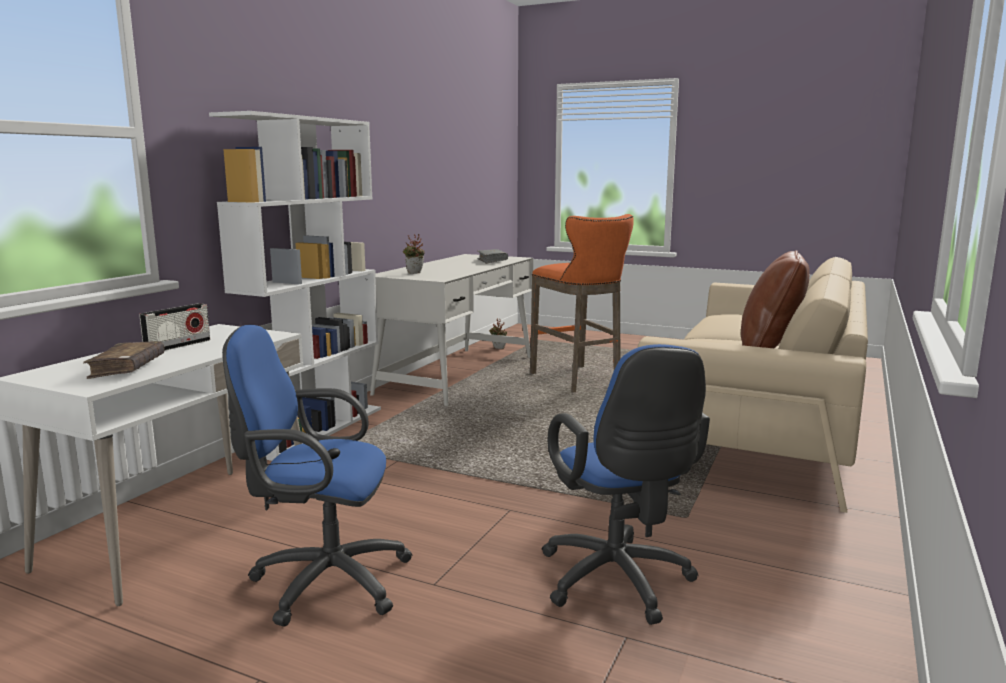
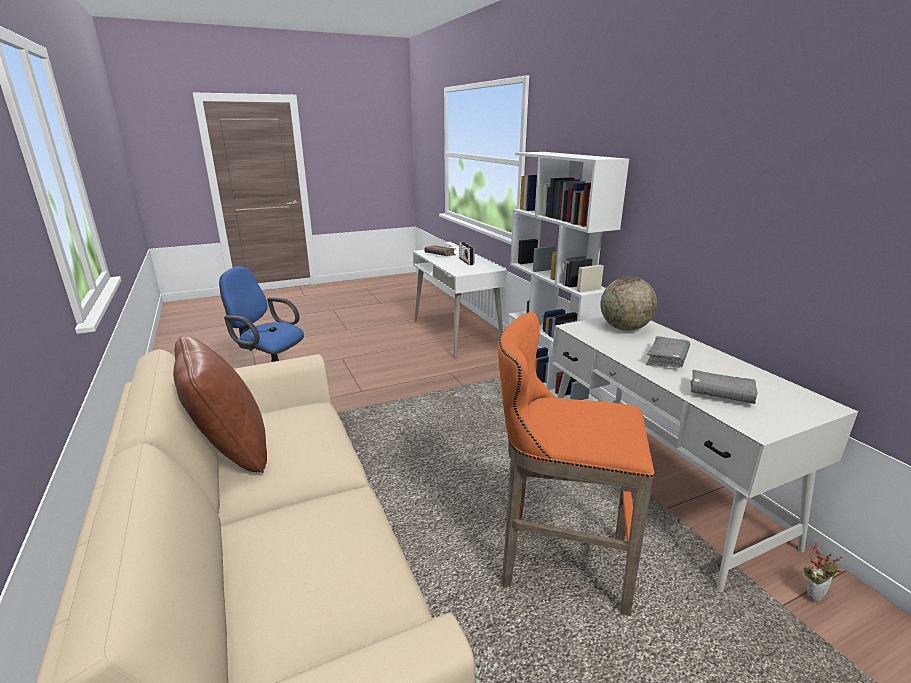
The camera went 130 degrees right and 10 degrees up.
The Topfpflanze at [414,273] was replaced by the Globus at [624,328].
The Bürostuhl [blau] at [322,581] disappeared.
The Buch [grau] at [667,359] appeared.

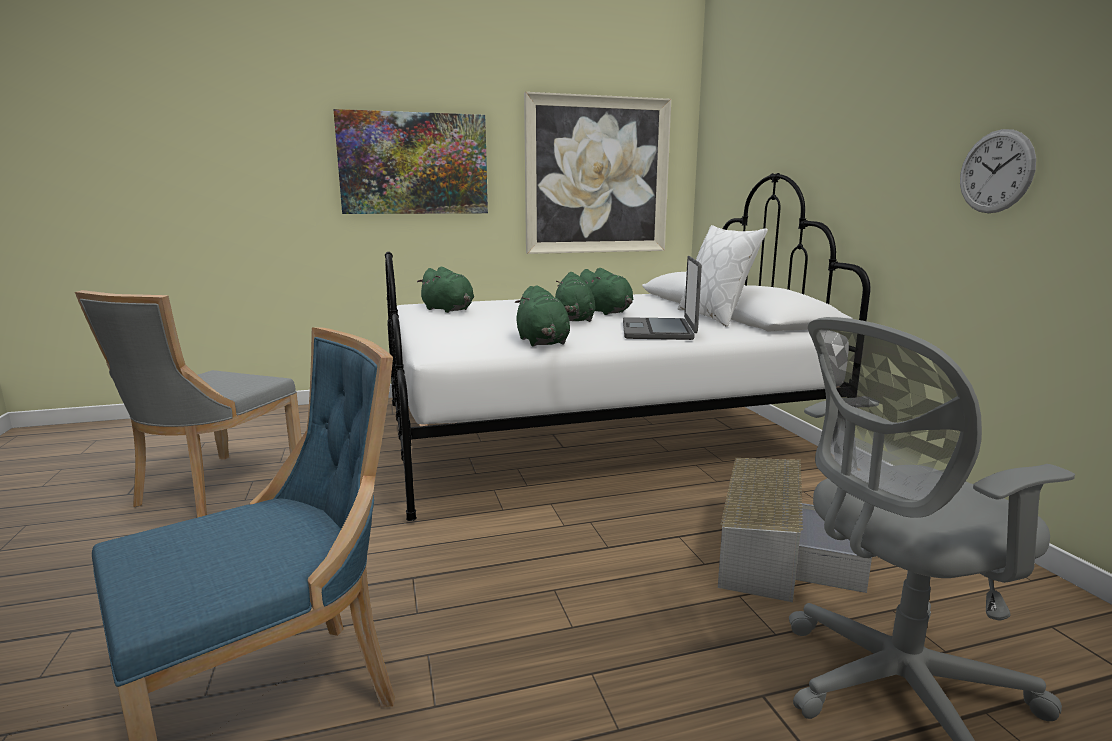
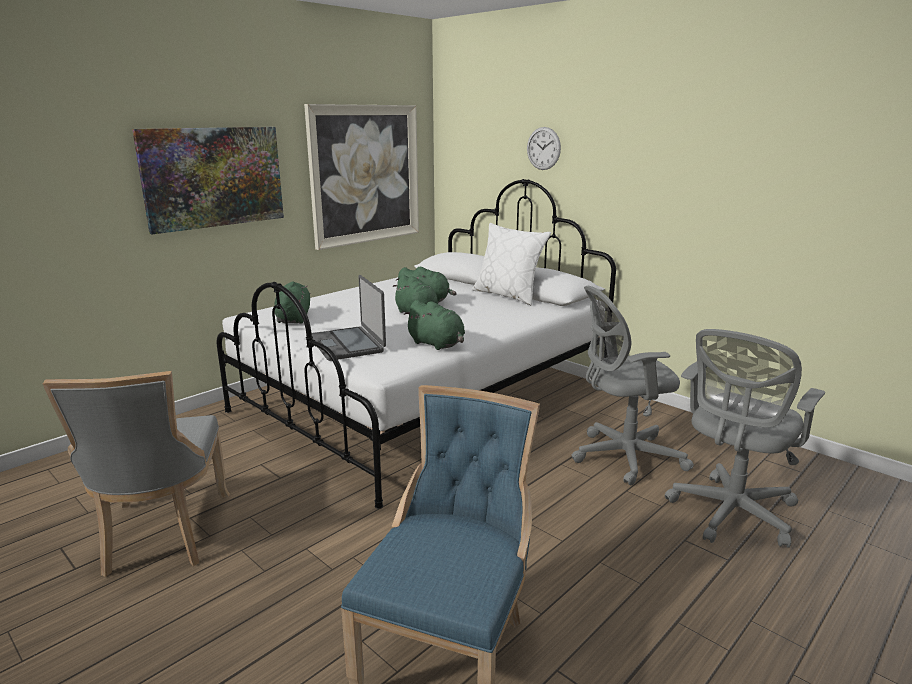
The camera went 30 degrees left and 5 degrees up.
The Wanduhr moved from [996,171] to [543,148].
The Laptop moved from [658,330] to [348,344].
The Plüschtier [grün] at [449,310] turned 105 degrees counterclockwise.
The Aufbewahrungsbox [grau] at [780,552] was replaced by the Bürostuhl [grau] at [622,457].

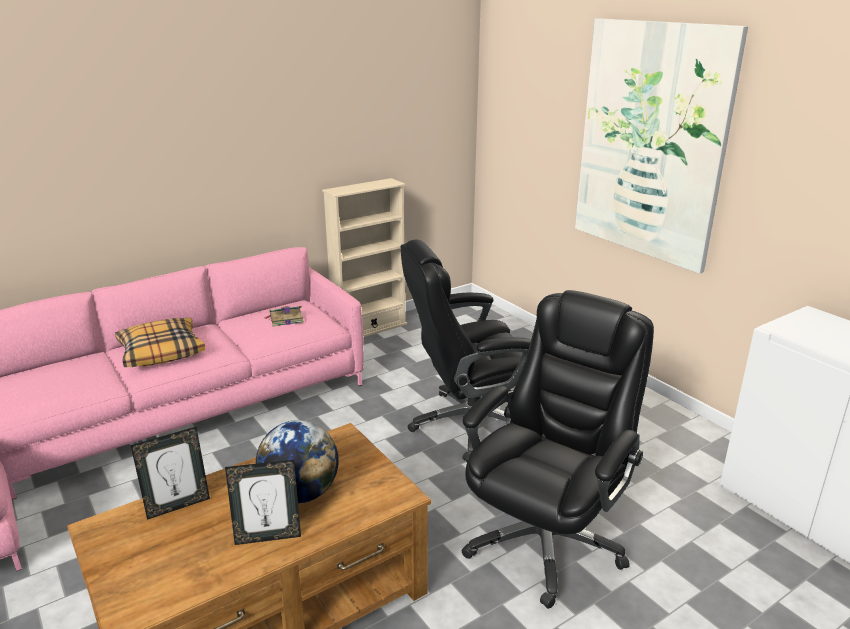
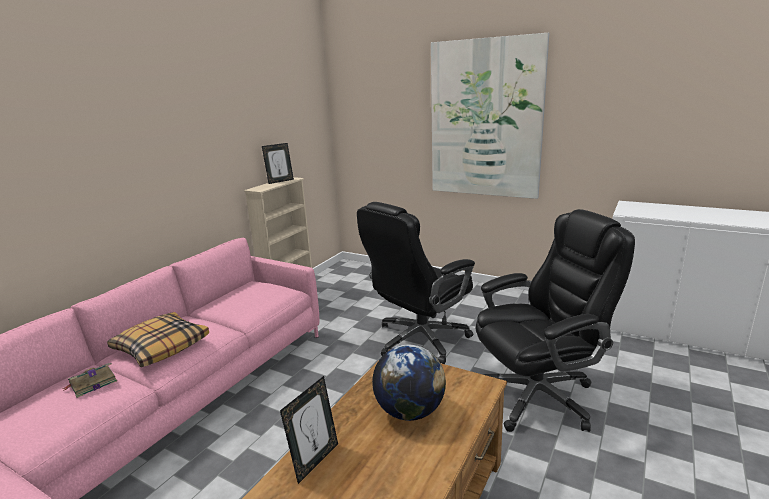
The camera went 25 degrees left and 5 degrees down.
The Bürostuhl [schwarz] at [546,540] turned 60 degrees clockwise.
The Buch moved from [285,319] to [92,383].
The Bilderrahmen moved from [268,537] to [280,181].

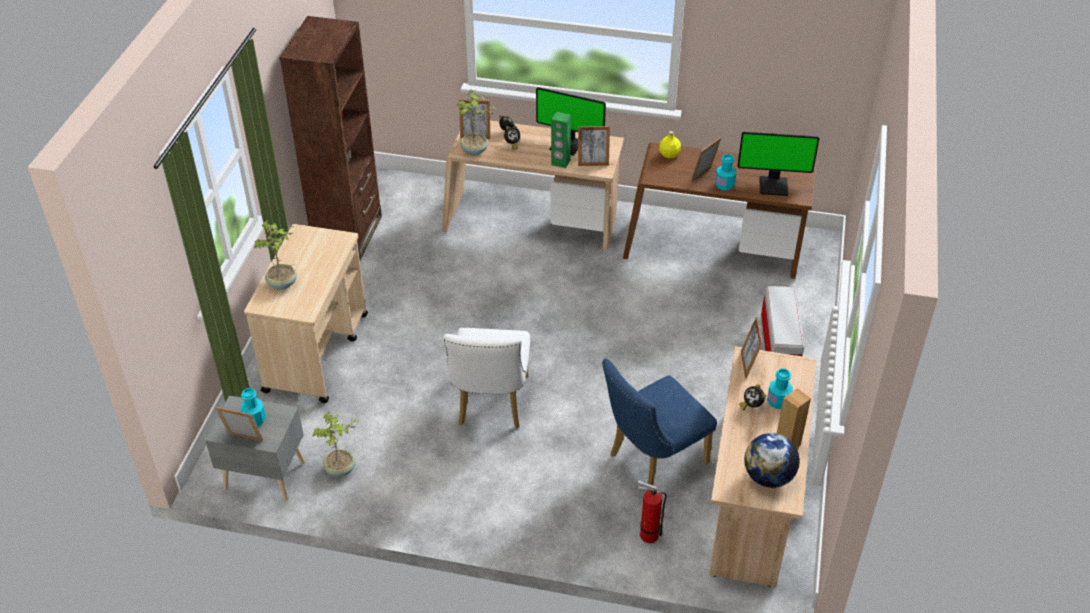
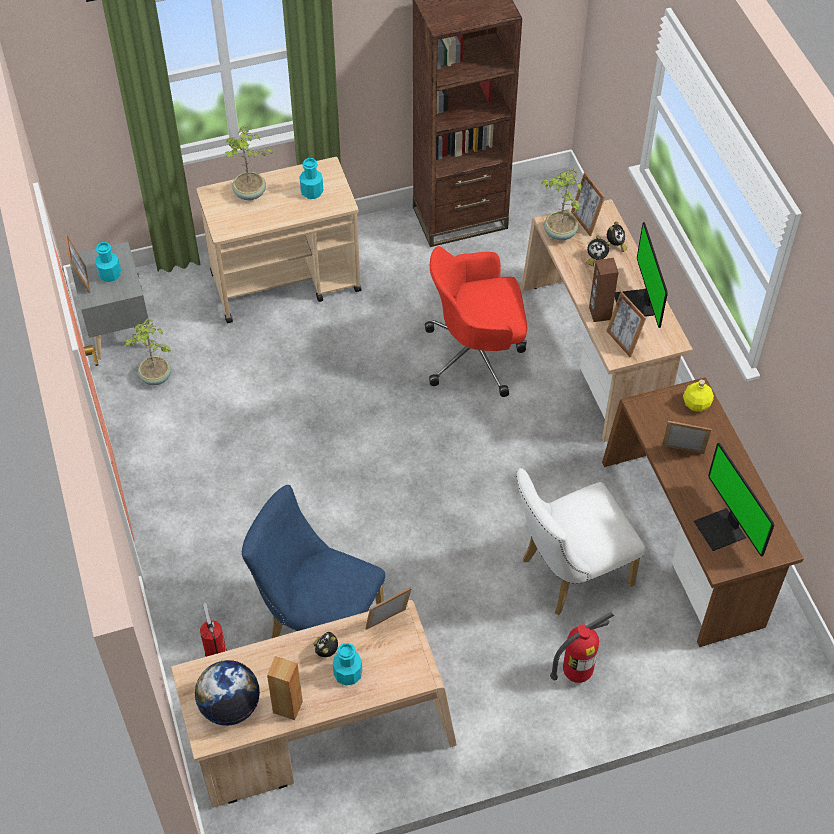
The camera went 60 degrees right and 10 degrees up.
The Lautsprecher [grün] at [560,162] became the Lautsprecher [braun] at [599,313].
The Flasche [türkis] moved from [724,185] to [312,192].
The Aufbewahrungsbox at [778,343] was replaced by the Feuerlöscher at [576,673].
The Stuhl [weiß] moved from [490,405] to [568,573].
The Bürostuhl [rot] at [476,354] appeared.

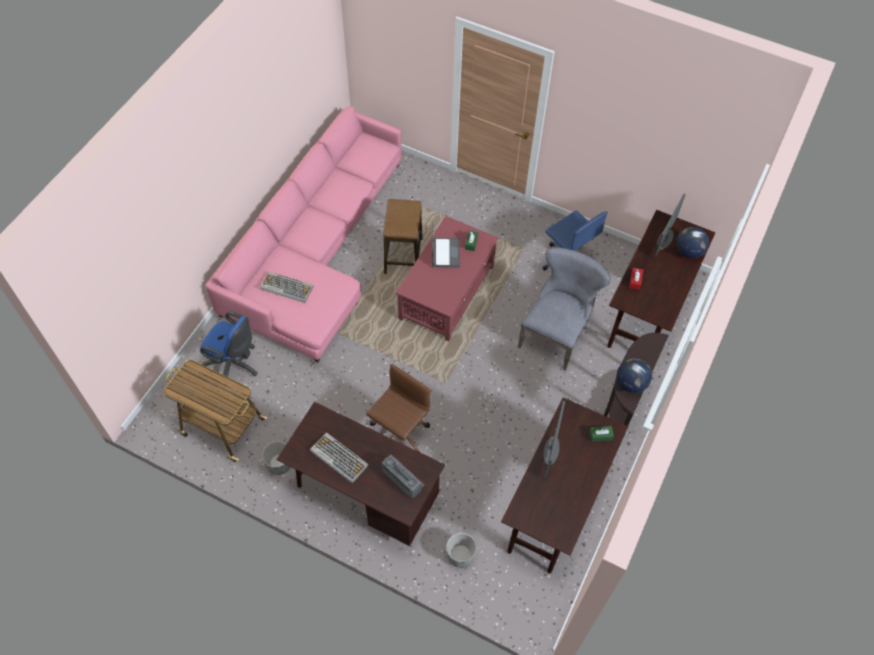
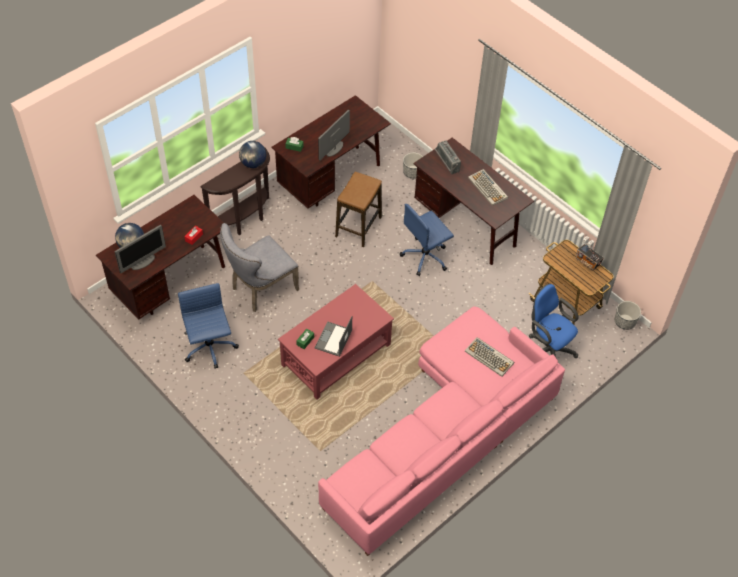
The camera went 160 degrees left and 5 degrees down.
The Hocker moved from [403,256] to [358,227].
The Bürostuhl [braun] at [399,433] became the Bürostuhl [blau] at [425,257].
The Pflanzkübel moved from [279,464] to [625,322].
The Radio at [587,262] appeared.

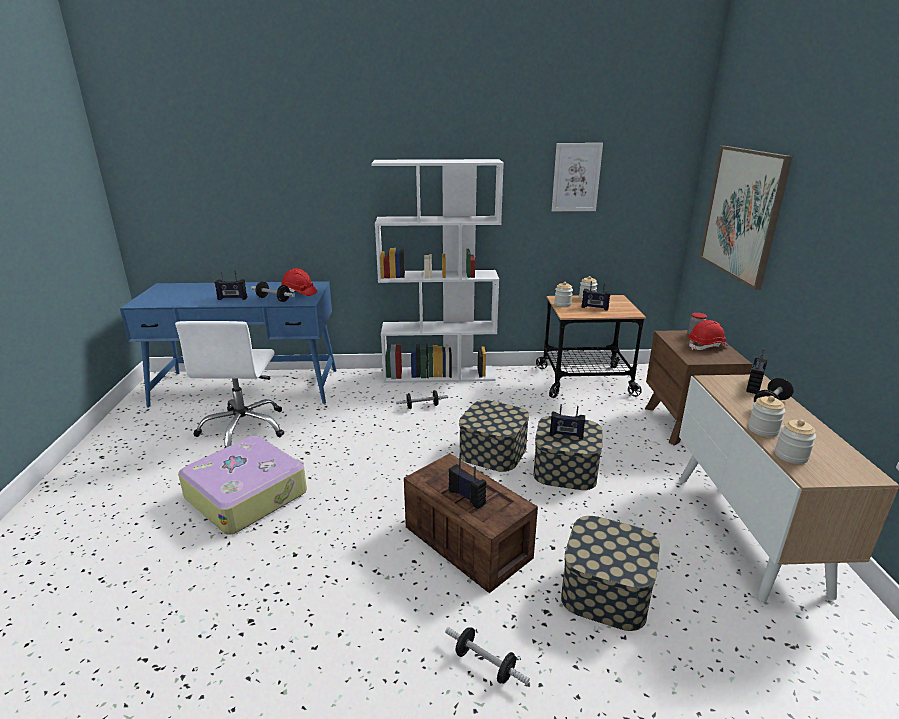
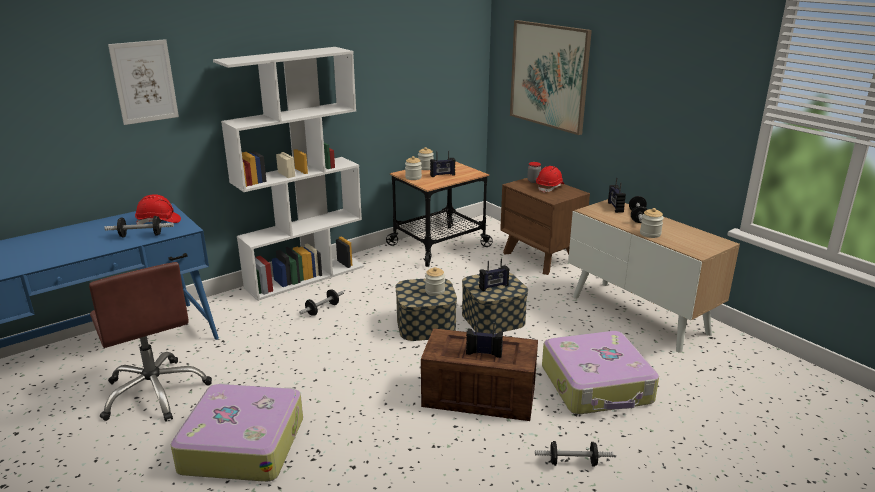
The camera went 35 degrees left and 0 degrees up.
The Bild moved from [576,177] to [144,82].
The Radio at [232,298] disappeared.
The Bürostuhl [weiß] at [244,428] became the Bürostuhl [braun] at [155,392].
The Vorratsglas moved from [791,455] to [435,291].
The Aufbewahrungsbox at [606,591] was replaced by the Koffer at [597,385].

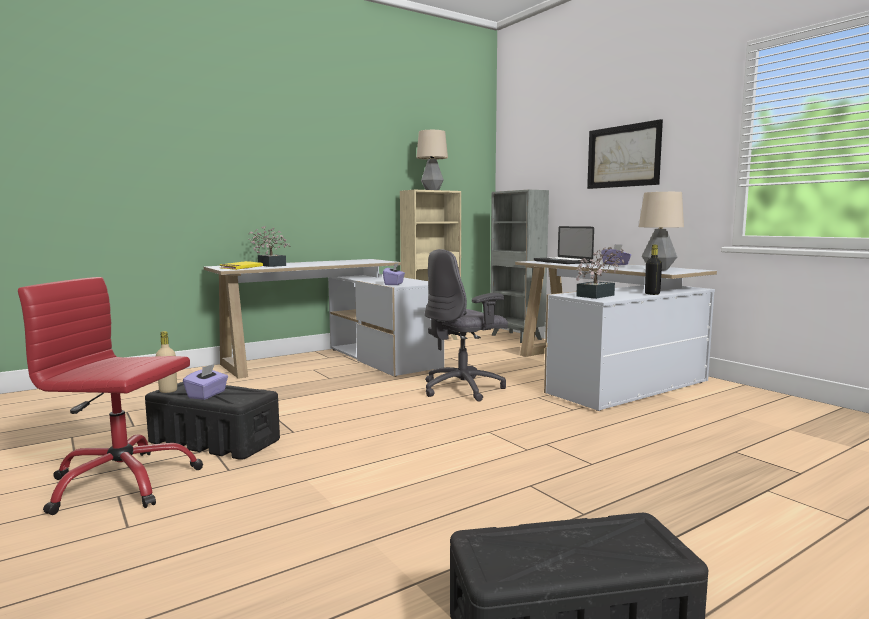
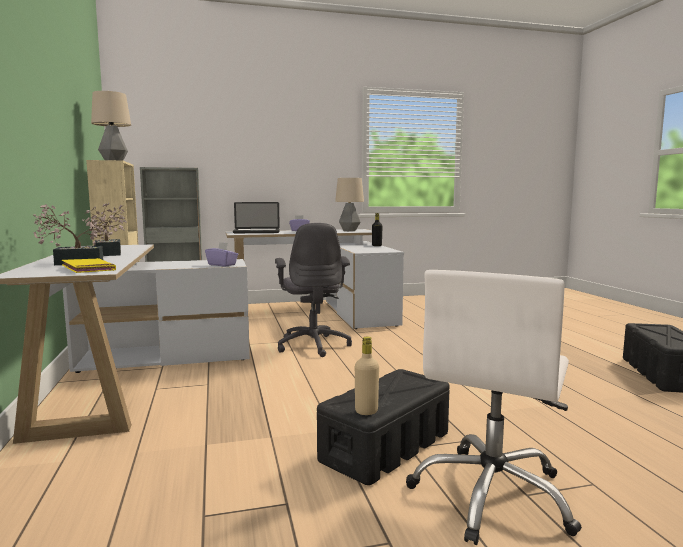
The camera went 70 degrees left and 0 degrees up.
The Bild at [623,156] disappeared.
The Topfpflanze moved from [598,295] to [109,253].
The Bürostuhl [rot] at [122,482] became the Bürostuhl [weiß] at [492,495].
The Taschentuchbox [lila] at [207,395] disappeared.

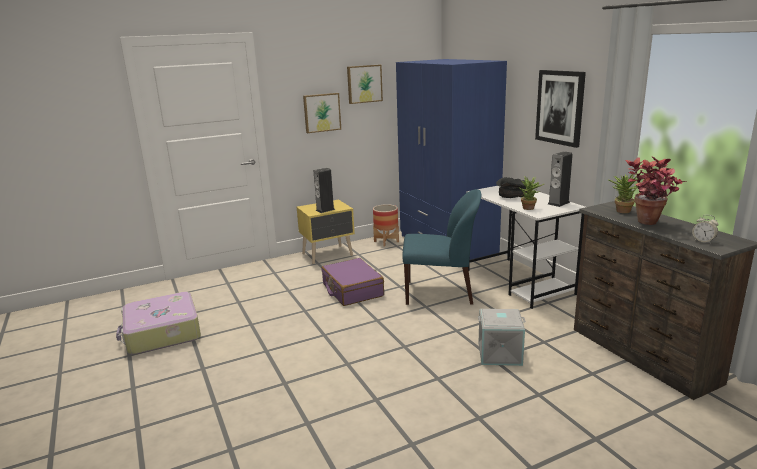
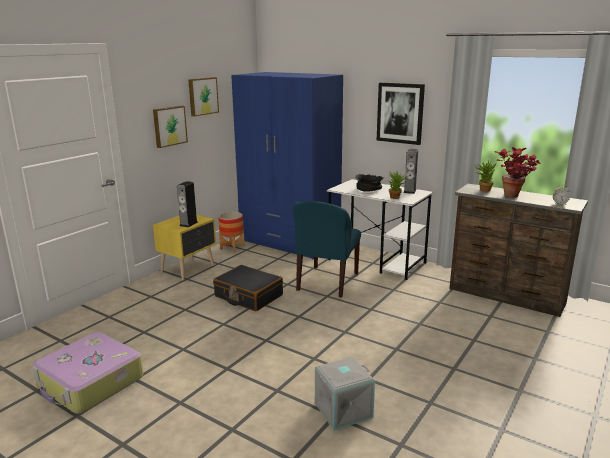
The camera went 30 degrees left and 0 degrees up.
The Stuhl [blau] at [440,293] turned 135 degrees clockwise.
The Koffer [lila] at [352,290] became the Koffer [schwarz] at [248,296].
The Aufbewahrungsbox [grau] moved from [500,353] to [343,409].

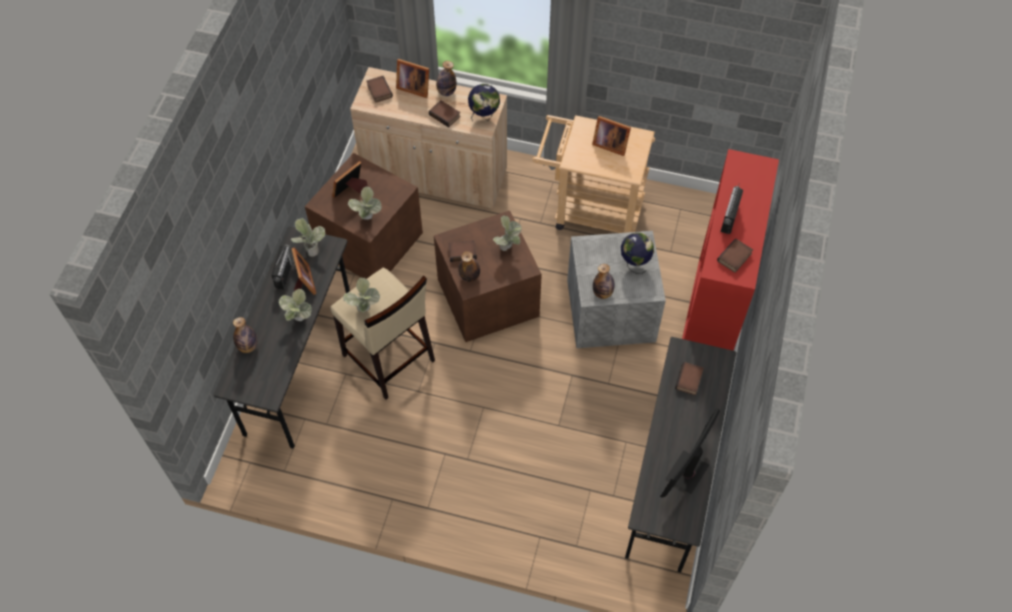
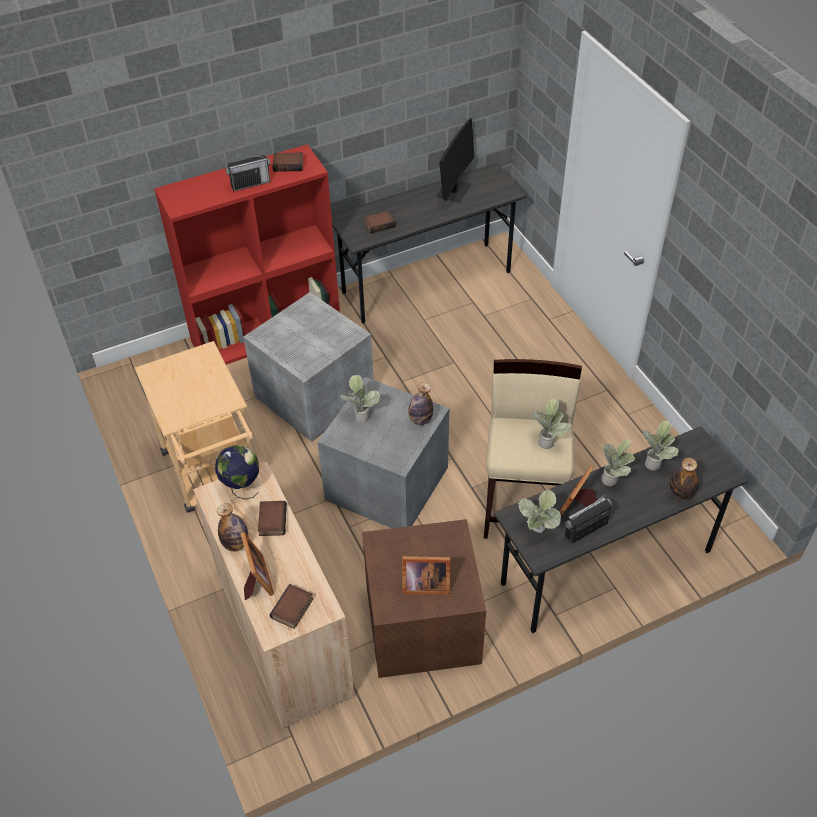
The camera went 130 degrees left and 10 degrees down.
The Bilderrahmen at [609,144] disappeared.
The Topfpflanze moved from [367,219] to [655,461].
The Aufbewahrungsbox [braun] at [488,296] became the Aufbewahrungsbox [grau] at [385,484].
The Globus at [634,263] disappeared.
The Buch at [462,252] disappeared.
The Flasche at [602,293] disappeared.
The Monitor at [687,472] turned 60 degrees counterclockwise.

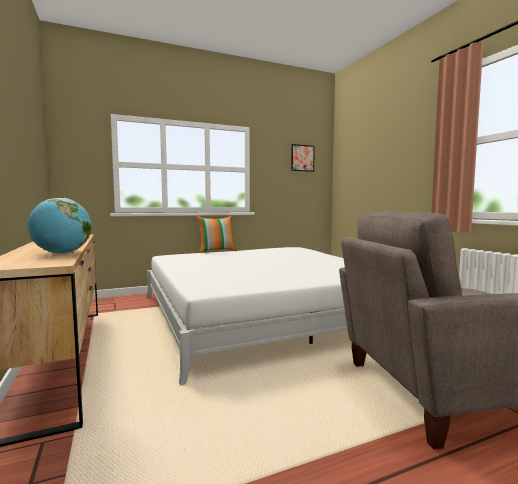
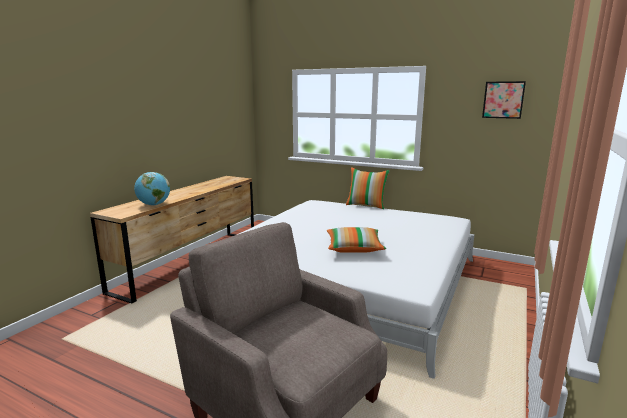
The camera went 50 degrees right and 10 degrees up.
The Kissen at [354,248] appeared.

